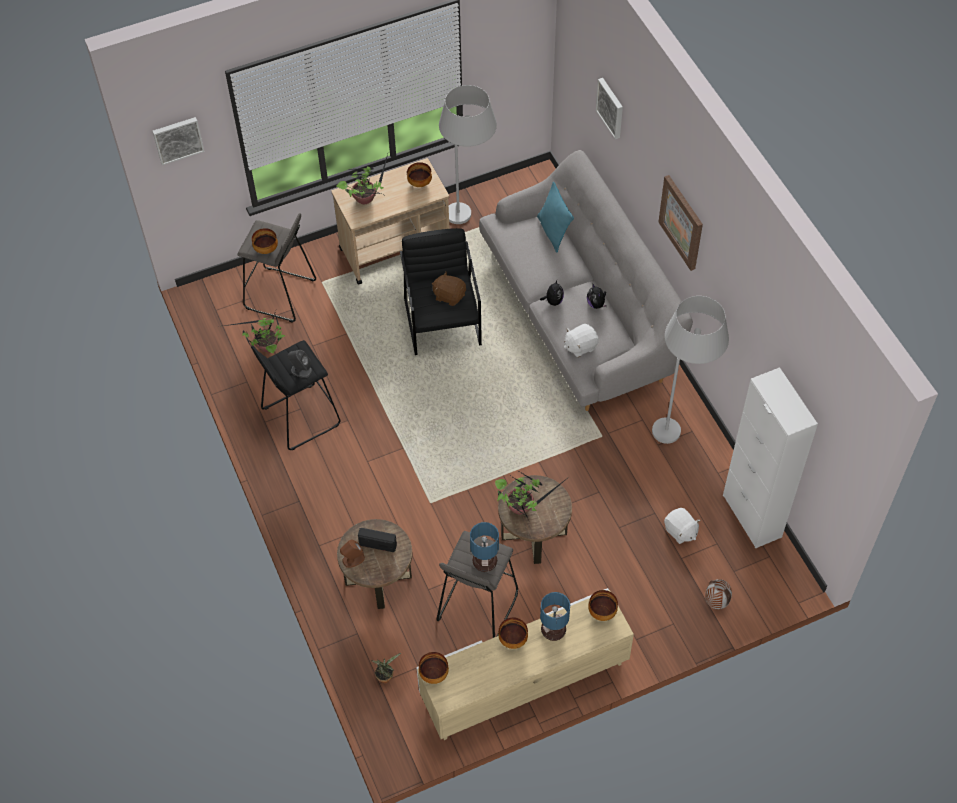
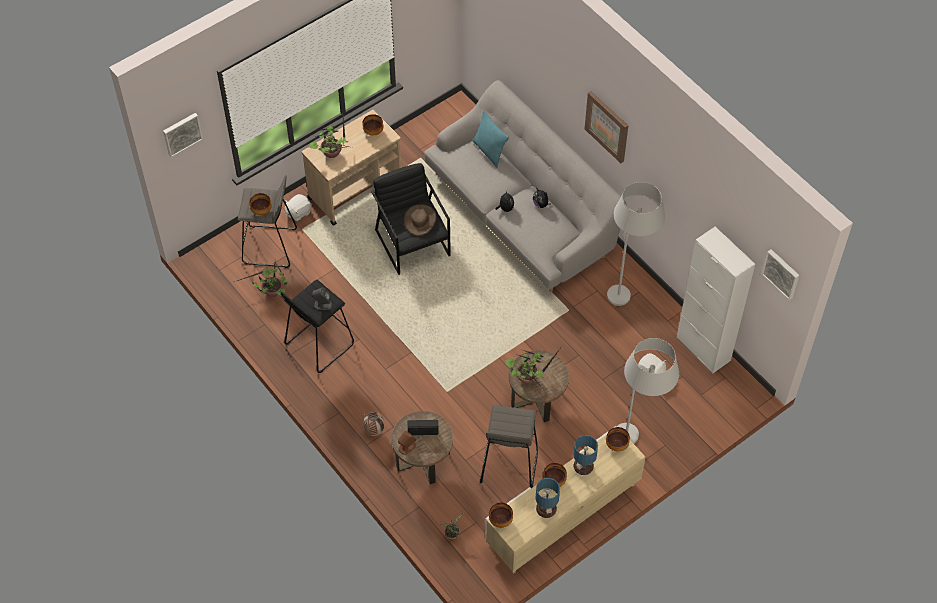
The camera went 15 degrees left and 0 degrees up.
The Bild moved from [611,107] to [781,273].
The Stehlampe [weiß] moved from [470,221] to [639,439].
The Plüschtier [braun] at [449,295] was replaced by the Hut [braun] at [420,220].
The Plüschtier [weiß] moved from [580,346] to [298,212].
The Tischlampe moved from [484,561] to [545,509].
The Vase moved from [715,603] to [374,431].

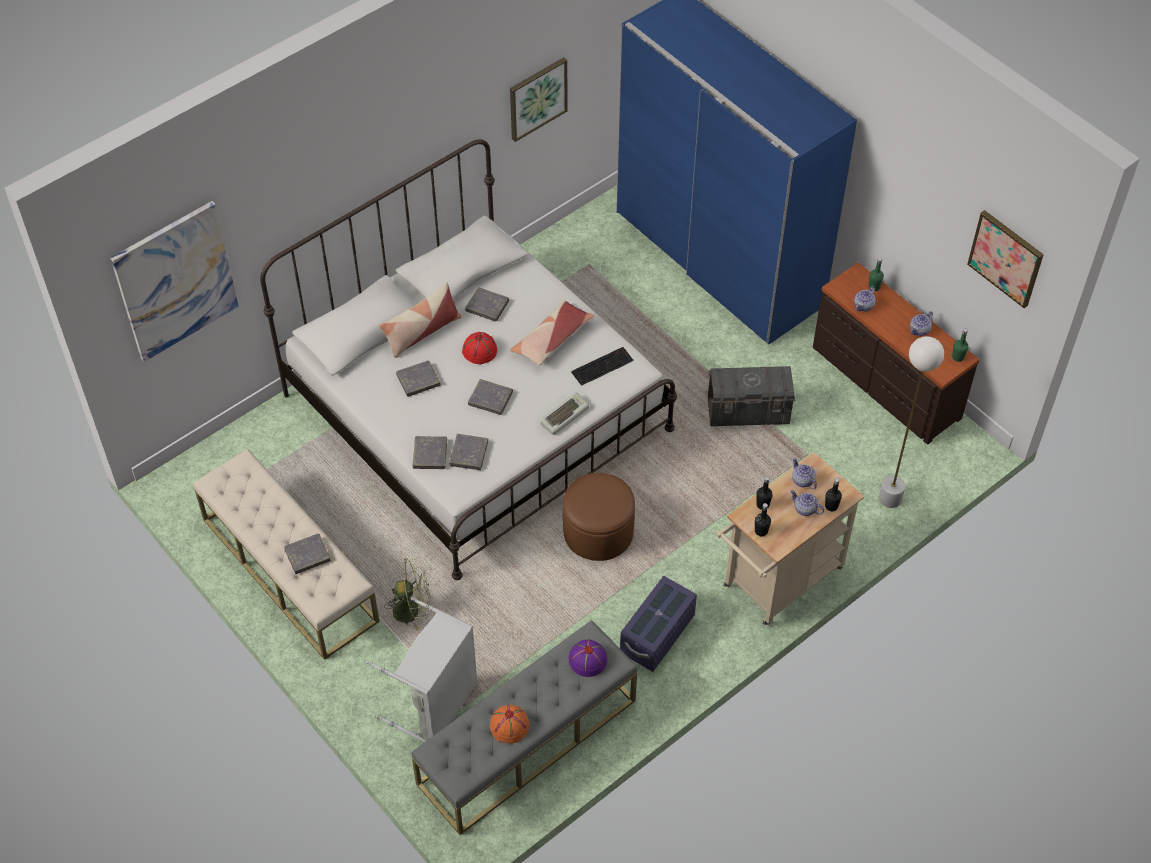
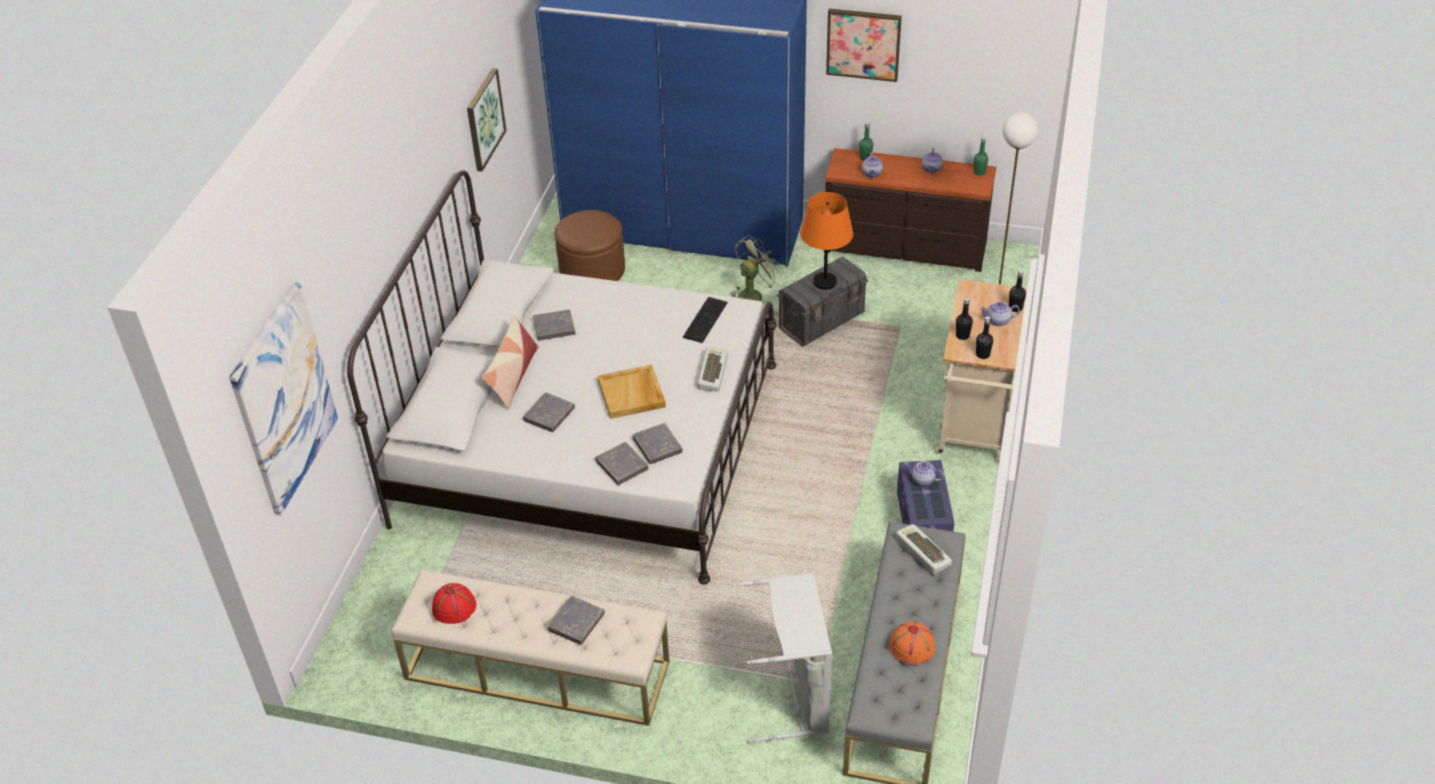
The camera went 35 degrees left and 10 degrees down.
The Bild moved from [1006,258] to [863,44].
The Kissen at [552,339] disappeared.
The Hut [rot] moved from [480,351] to [454,607].
The Buch [grau] at [490,399] was replaced by the Tablett [beige] at [632,394].
The Teekanne moved from [802,480] to [922,480].
The Polsterhocker [braun] moved from [598,532] to [592,269].
The Ventilator [grün] moved from [413,609] to [753,294].
The Hut [lila] at [587,659] was replaced by the Tastatur at [921,552].
The Tischlampe [orange] at [824,282] appeared.

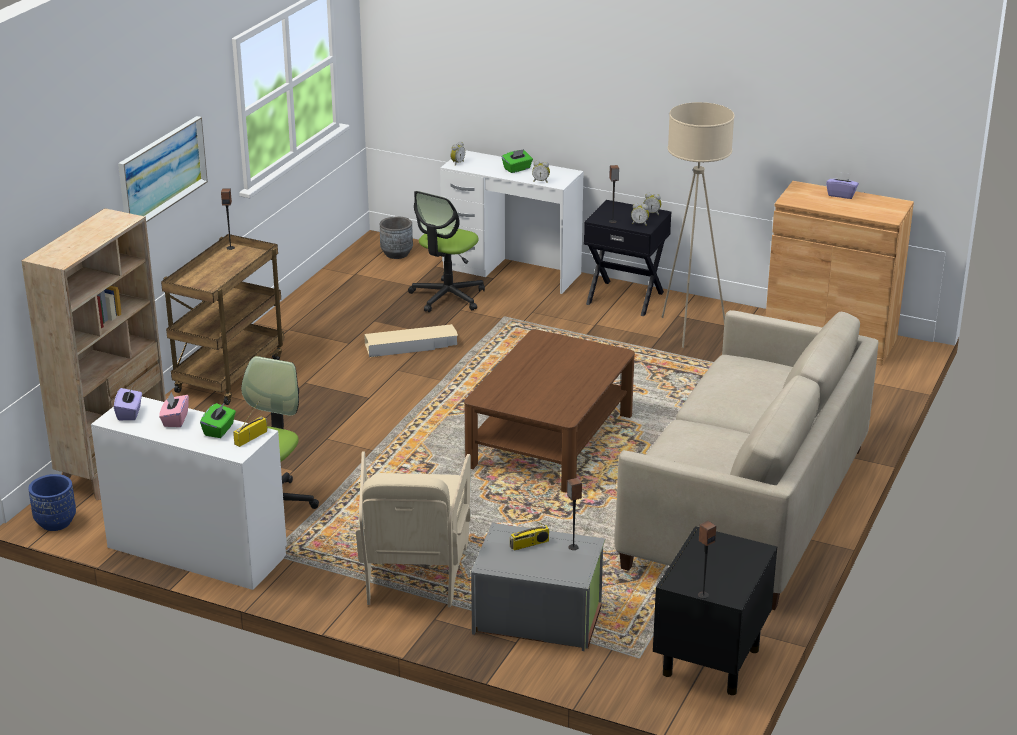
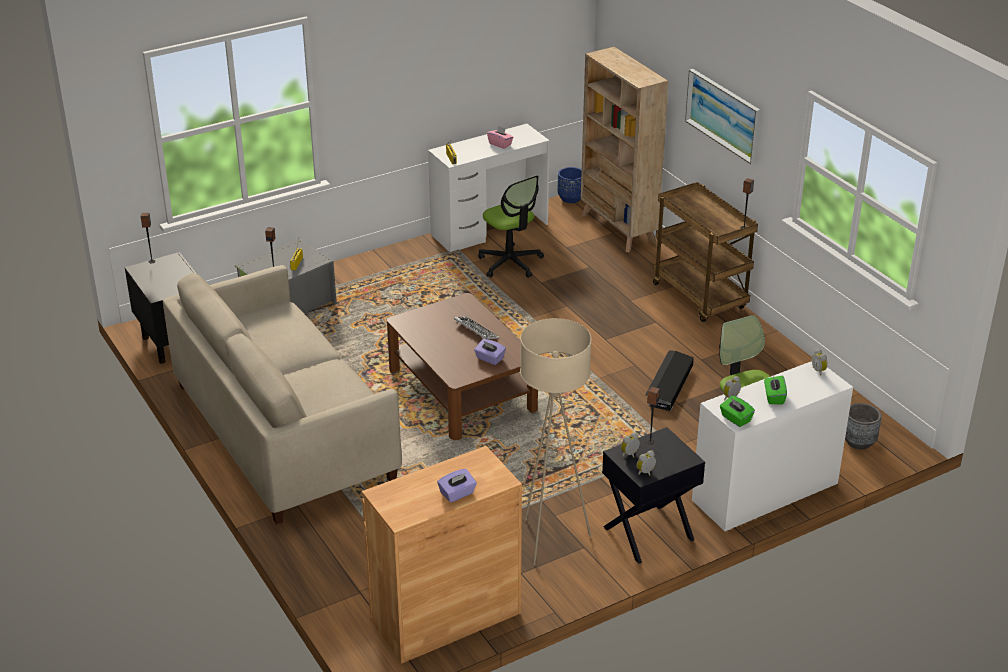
The camera went 125 degrees right and 5 degrees up.
The Aufbewahrungsbox [beige] at [411,345] became the Aufbewahrungsbox [schwarz] at [668,385].
The Taschentuchbox [lila] moved from [129,413] to [489,359].
The Taschentuchbox [grün] moved from [219,430] to [735,419].
The Sessel [beige] at [414,571] disappeared.
The Tastatur at [475,331] appeared.

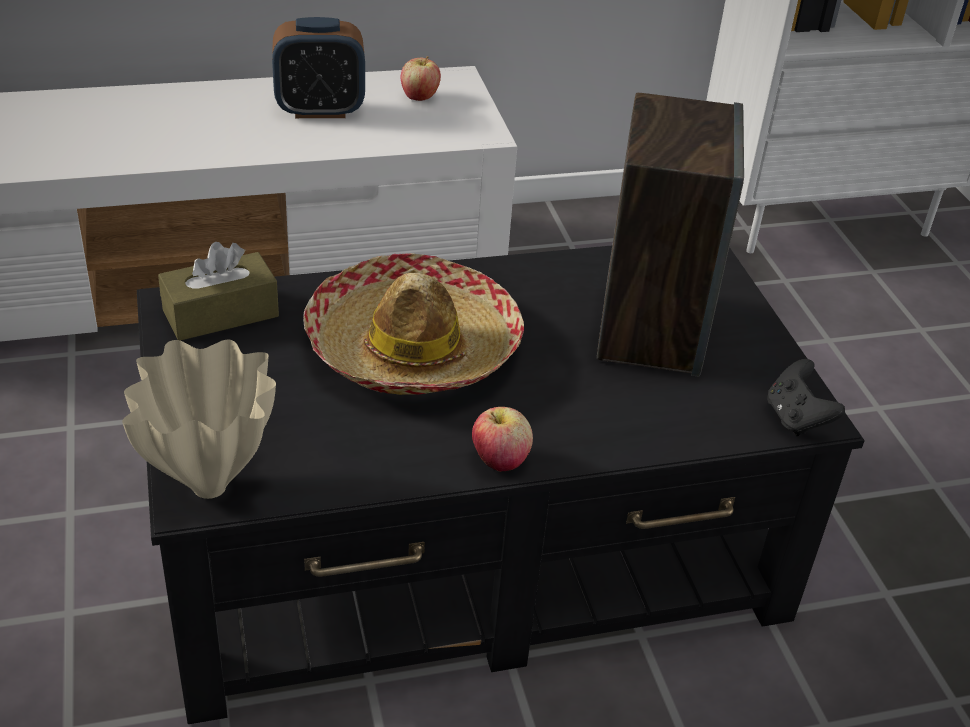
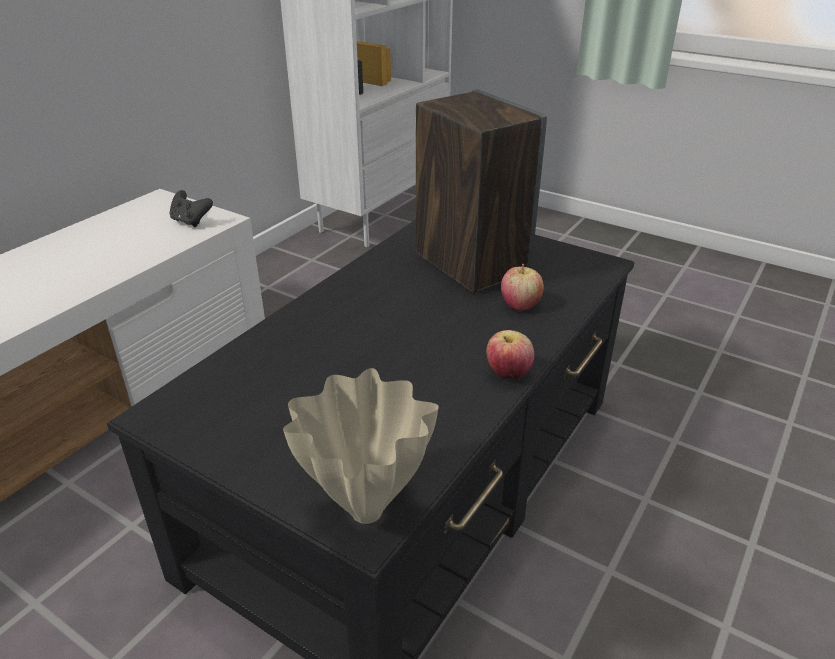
The camera went 40 degrees left and 5 degrees down.
The Wecker at [320,110] disappeared.
The Apfel moved from [419,97] to [520,305].
The Taschentuchbox [braun] at [221,313] disappeared.
The Hut at [413,347] disappeared.
The Gamepad [schwarz] moved from [796,418] to [191,221].

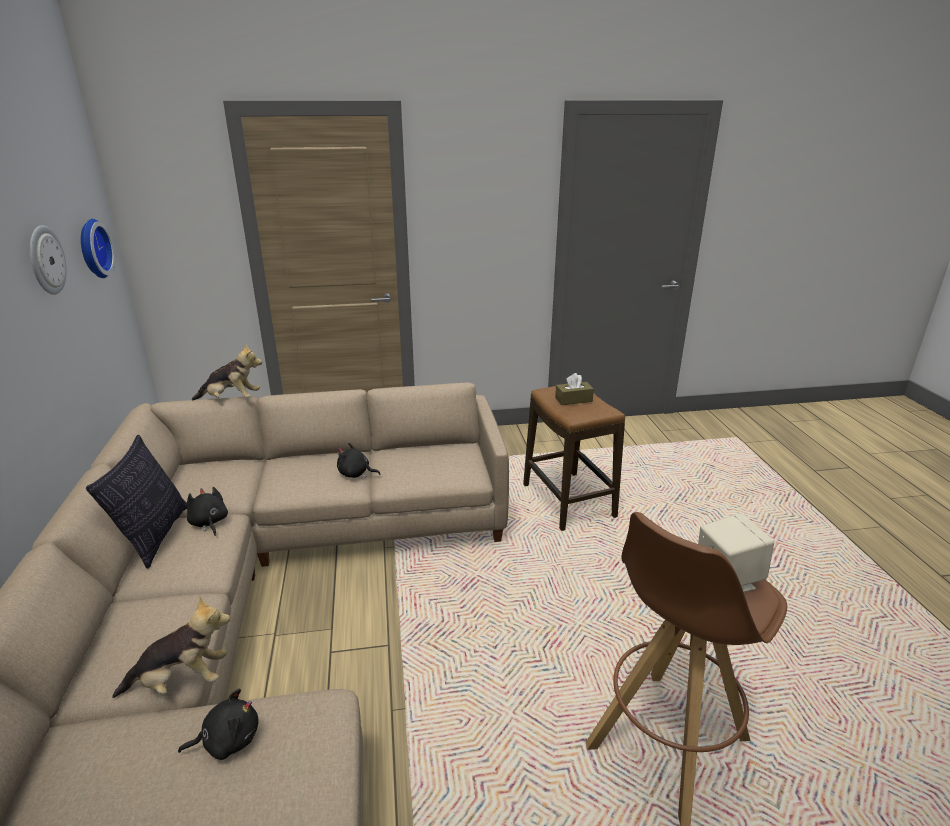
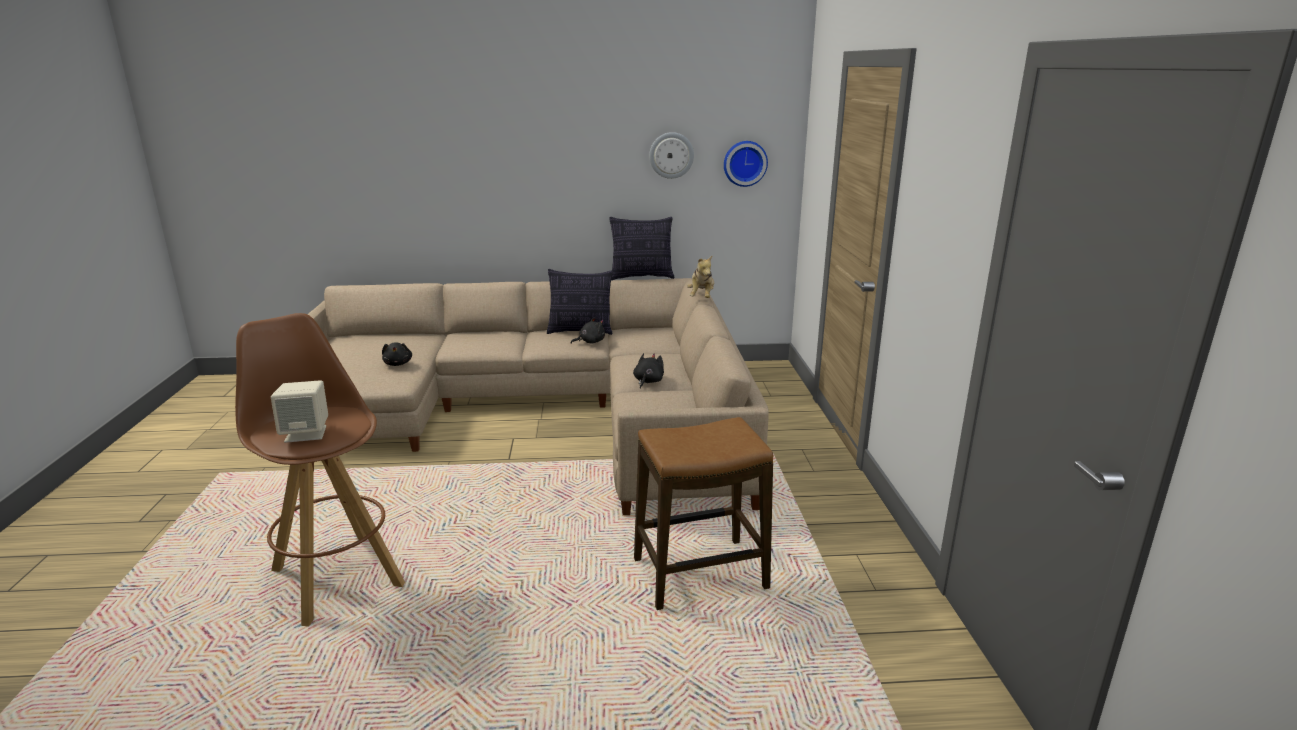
The camera went 95 degrees right and 5 degrees down.
The Taschentuchbox [braun] at [573,400] disappeared.
The Plüschtier at [182,681] disappeared.
The Kissen at [642,277] appeared.

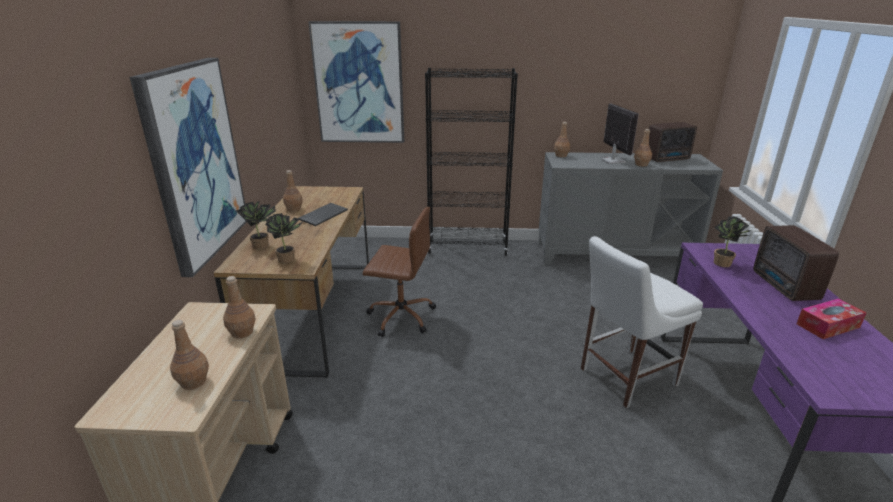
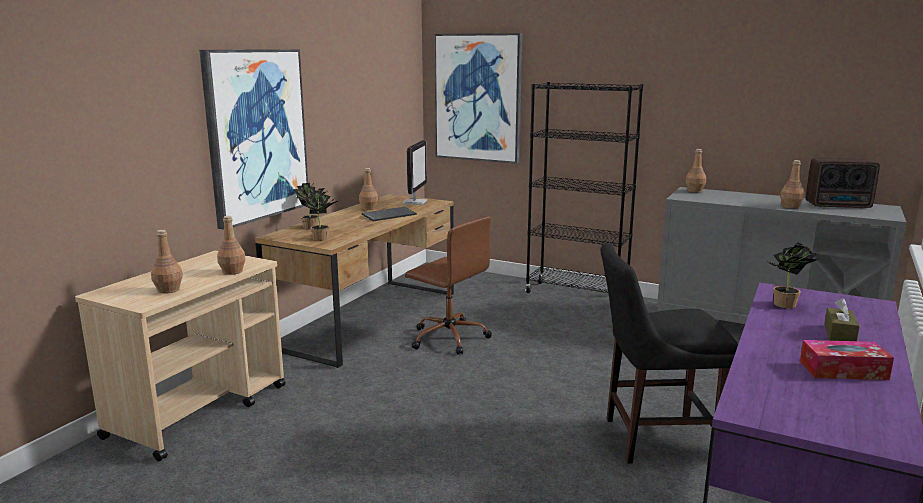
The camera went 25 degrees right and 10 degrees down.
The Monitor moved from [613,161] to [415,202].
The Radio at [784,287] was replaced by the Taschentuchbox [braun] at [839,334].
The Stuhl [weiß] at [624,377] became the Stuhl [schwarz] at [652,438].

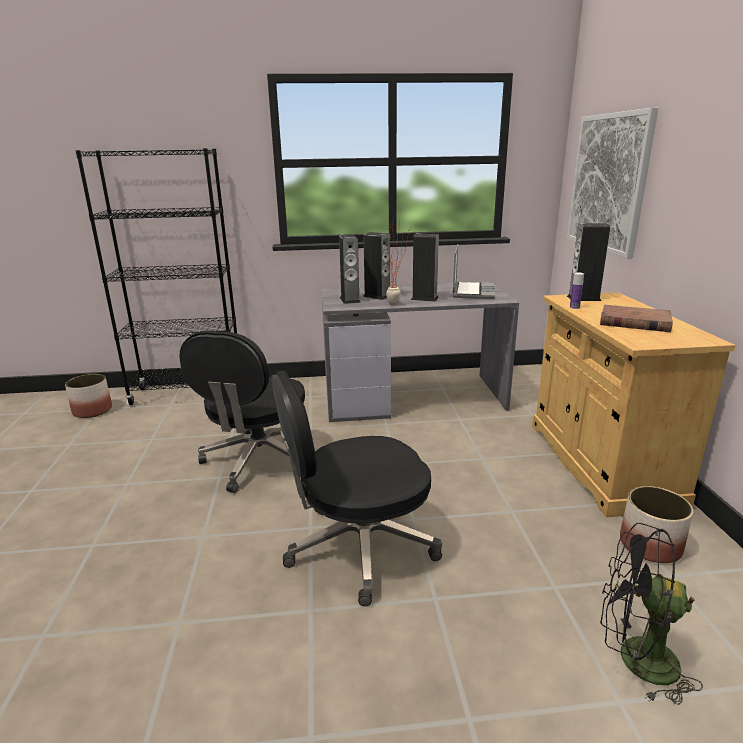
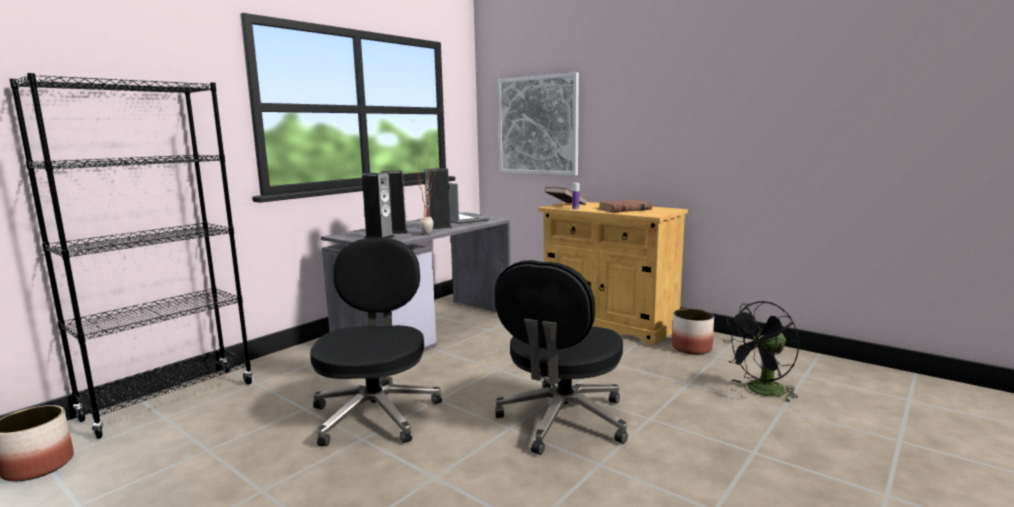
The camera went 45 degrees left and 10 degrees down.
The Lautsprecher at [583,298] was replaced by the Buch [braun] at [565,205].
The Bürostuhl [schwarz] at [258,460] turned 150 degrees counterclockwise.

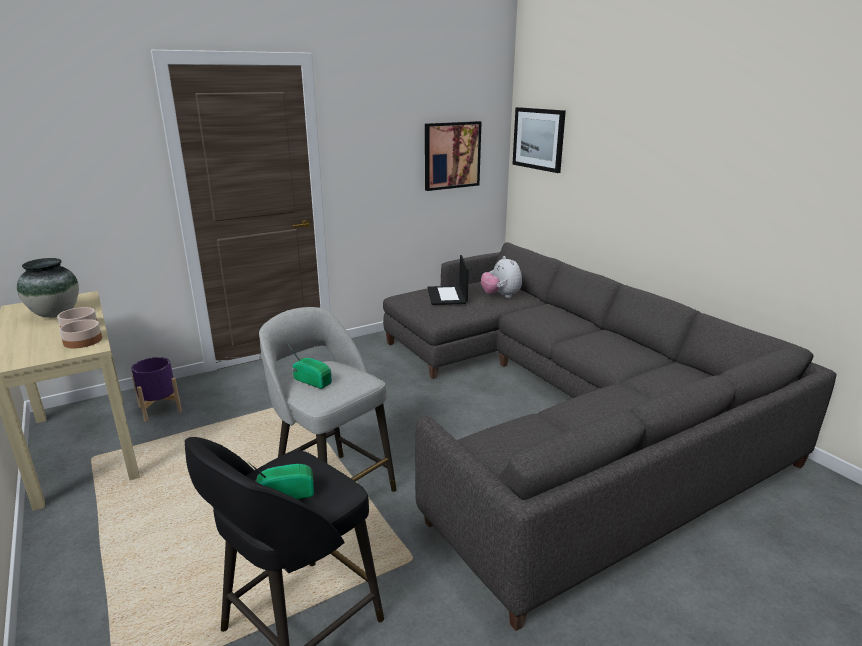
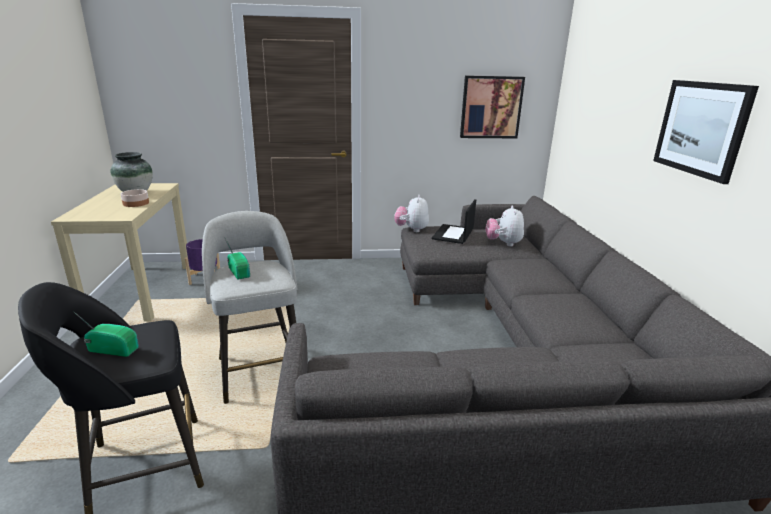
The camera went 25 degrees right and 0 degrees up.
The Bild moved from [538,139] to [701,128].
The Schüssel at [83,341] disappeared.
The Plüschtier at [411,229] appeared.

